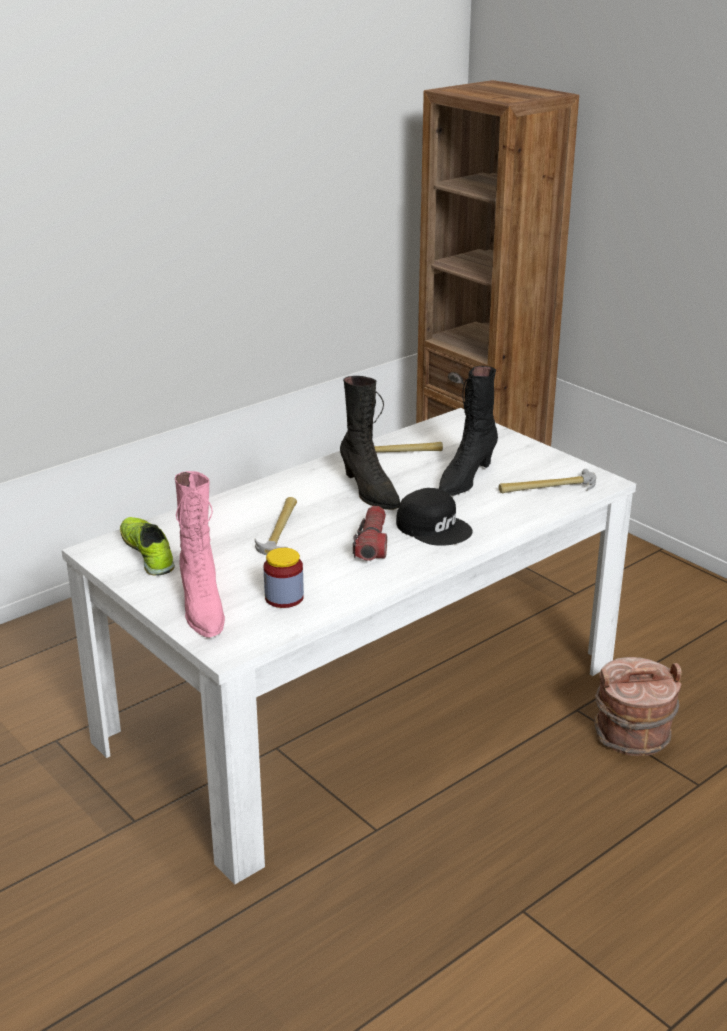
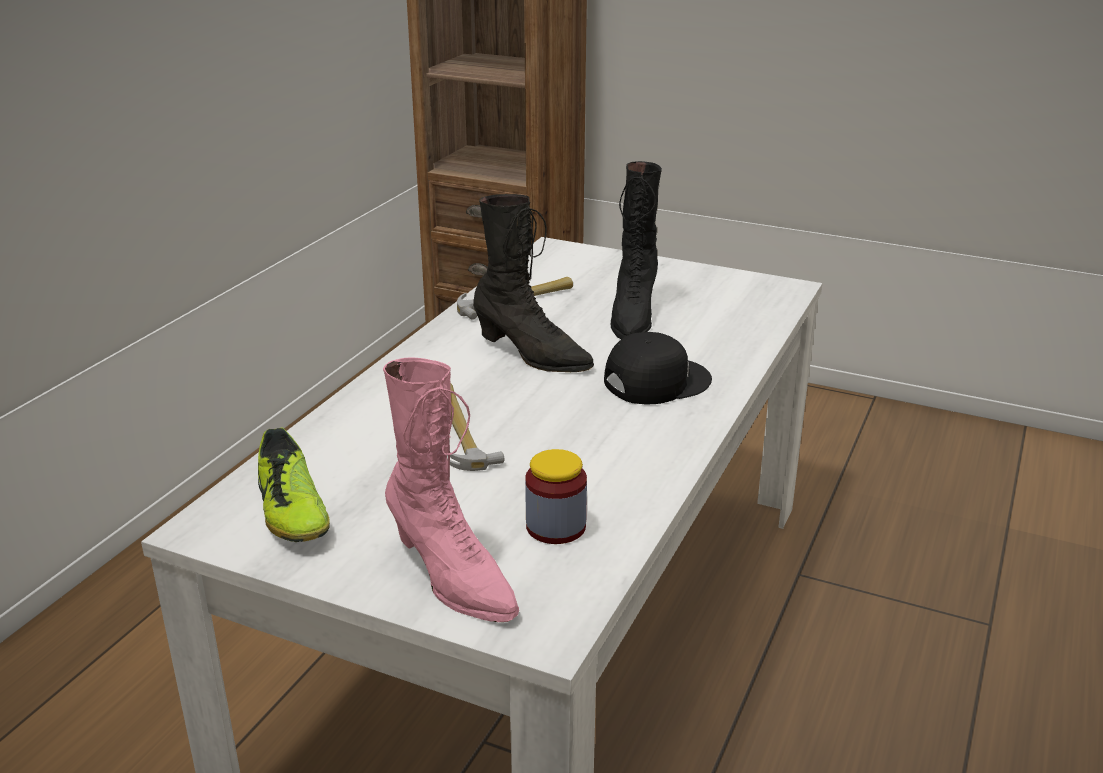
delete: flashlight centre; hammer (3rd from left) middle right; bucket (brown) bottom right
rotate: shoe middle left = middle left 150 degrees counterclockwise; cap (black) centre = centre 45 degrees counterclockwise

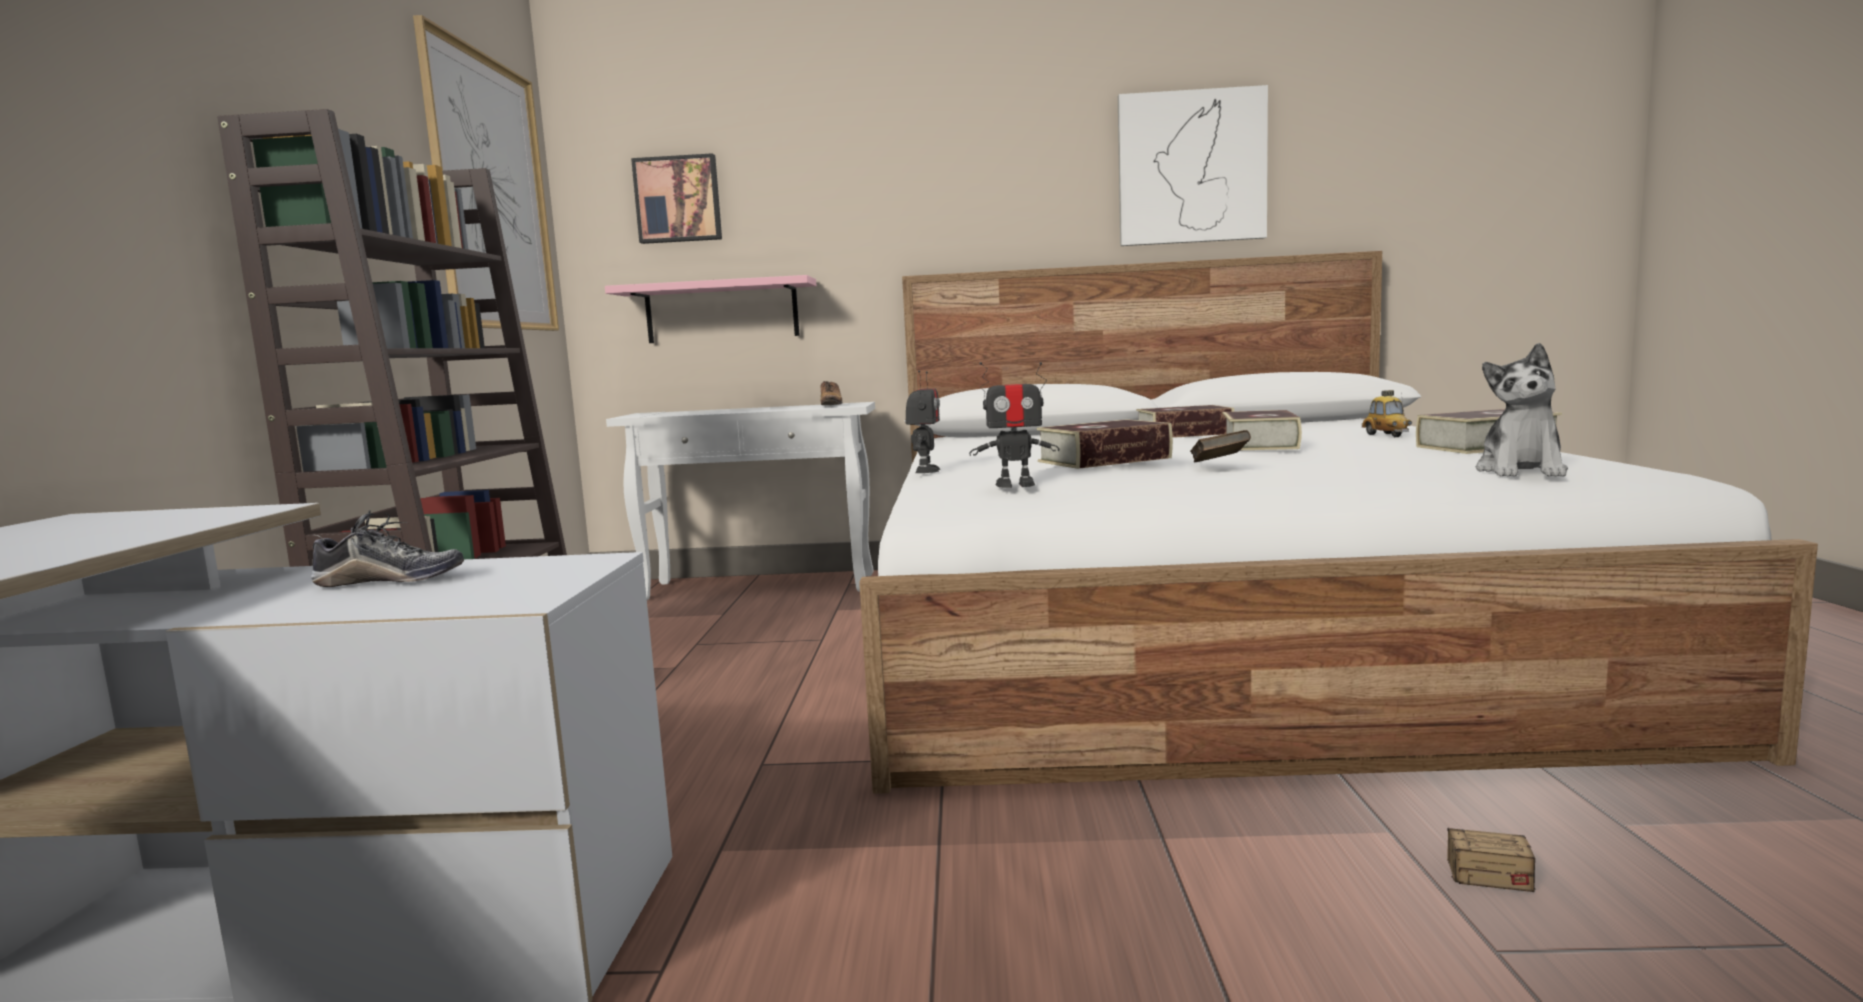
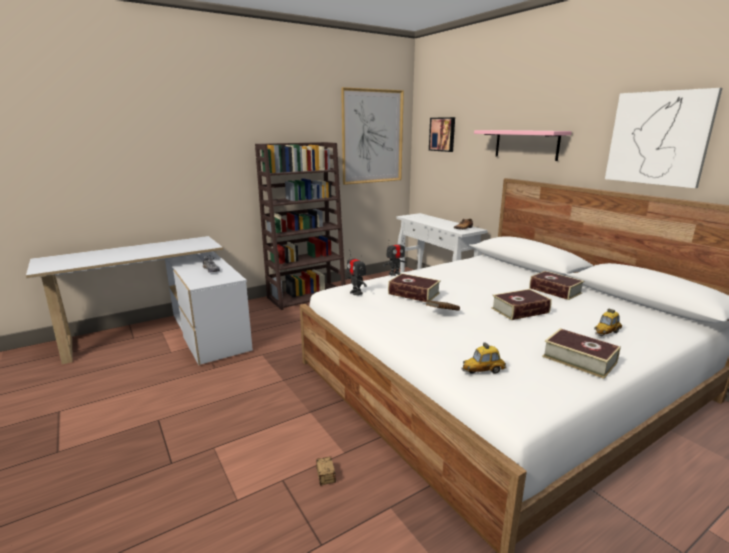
move: shelf (pink) top centre to top right
replace: plush toy middle right to toy car (1st from left) centre

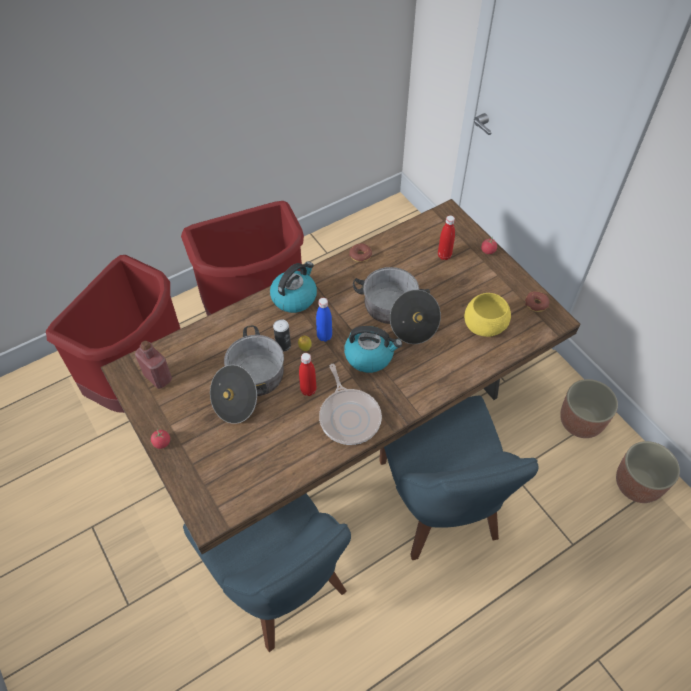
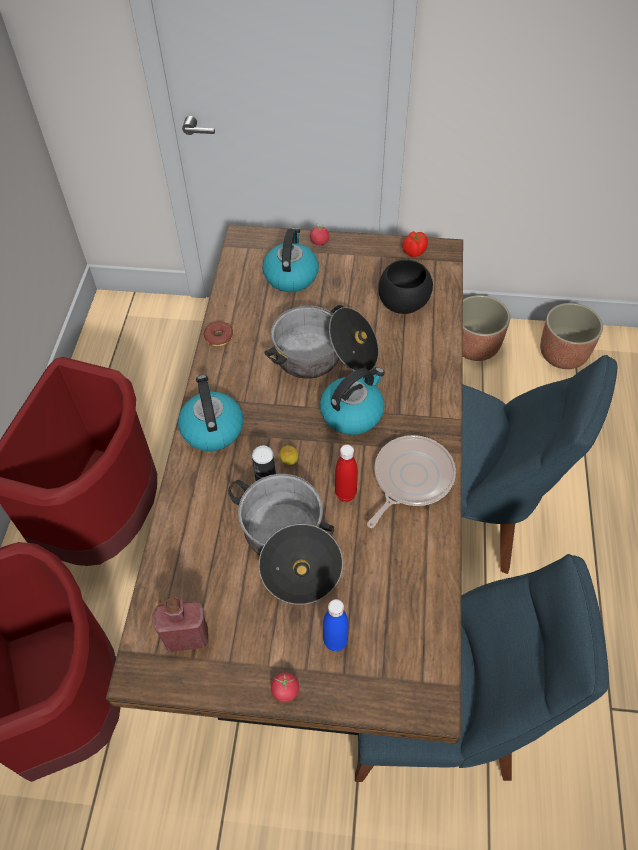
move: bottle (blue) centre to bottom centre
replace: bottle (red) (3rd from left) centre to kettle (2nd from left) top centre; donut (2nd from left) middle right to tomato (3rd from left) top centre
recolor: bowl (yellow) middle right to bowl (black) centre
rotate: frying pan centre = centre 75 degrees counterclockwise

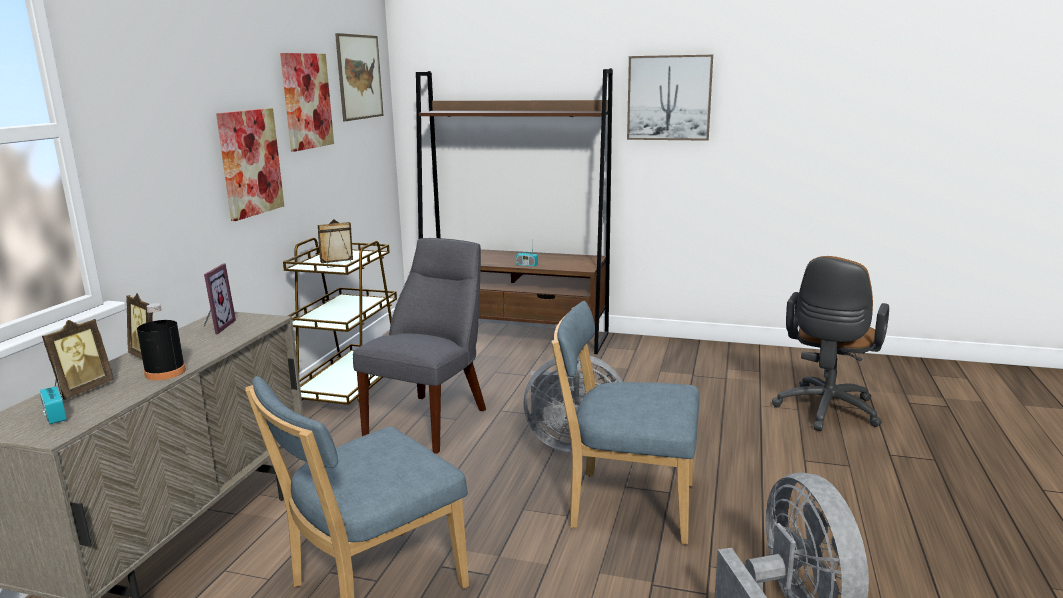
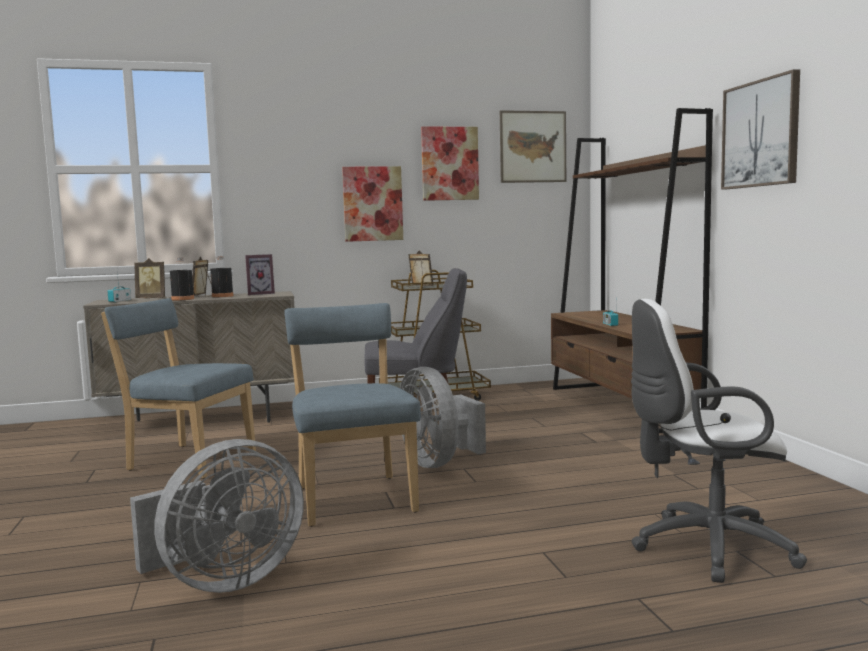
insert: bottle (black) (2nd from left) middle left
recolor: office chair (brown) middle right to office chair (white) bottom right

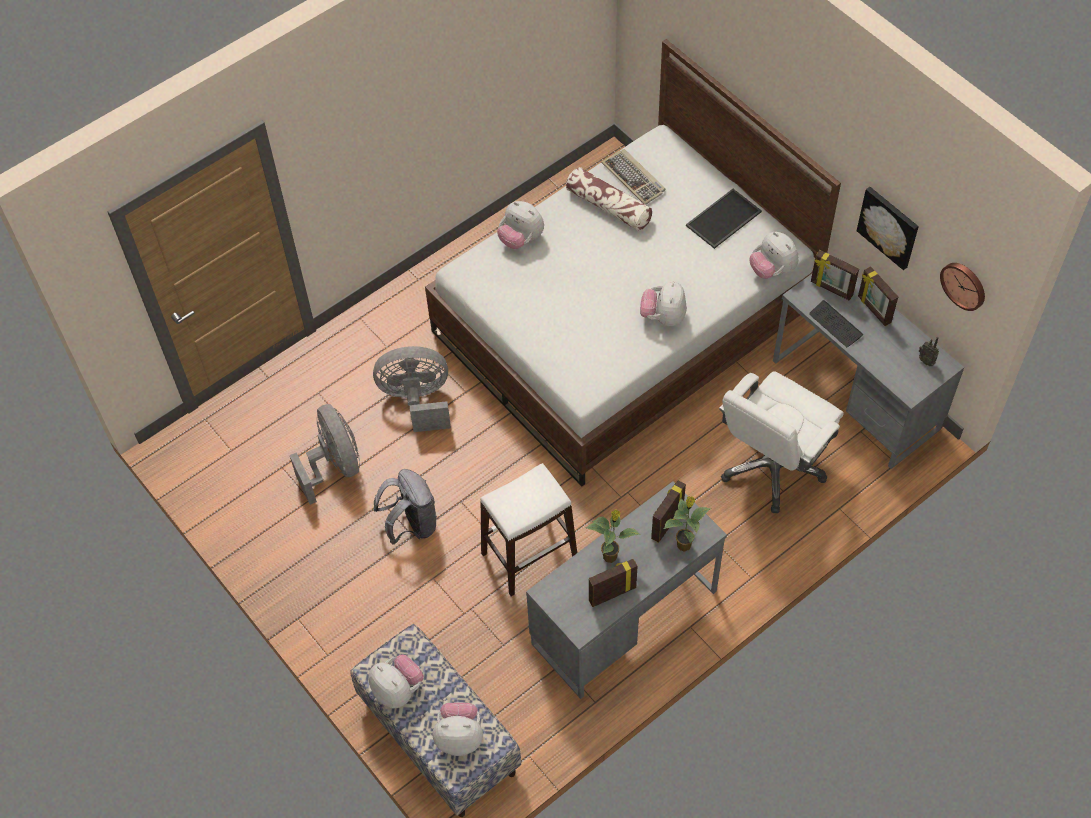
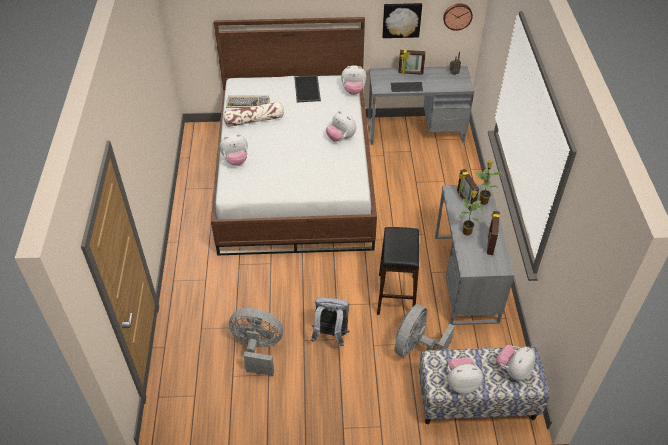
delete: office chair (white) middle right; picture frame (3rd from left) middle right
move: fan (grey) (2nd from left) centre to bottom centre
recolor: stool (white) centre to stool (black) centre

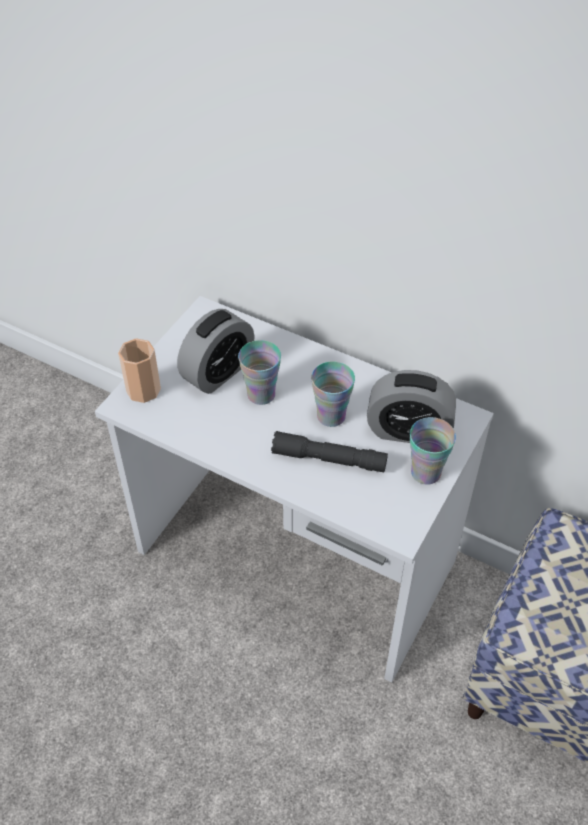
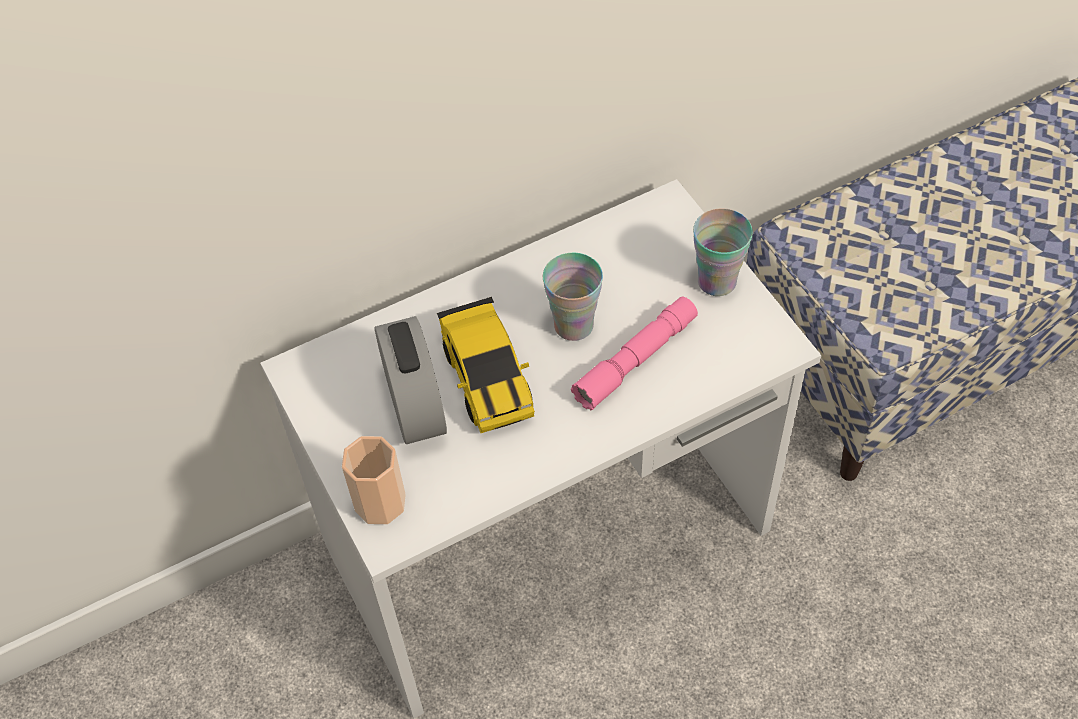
delete: alarm clock (2nd from left) middle right
replace: cup (2nd from left) centre to toy car centre
recolor: flashlight (grey) centre to flashlight (pink) centre

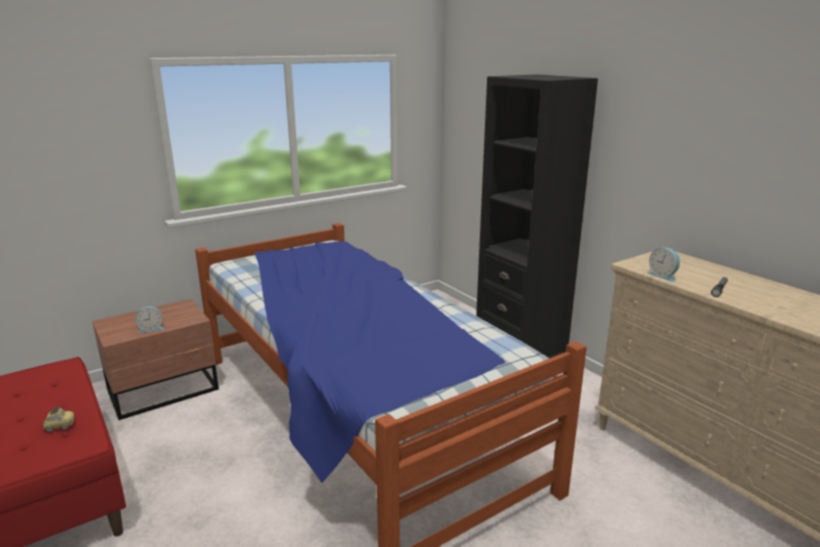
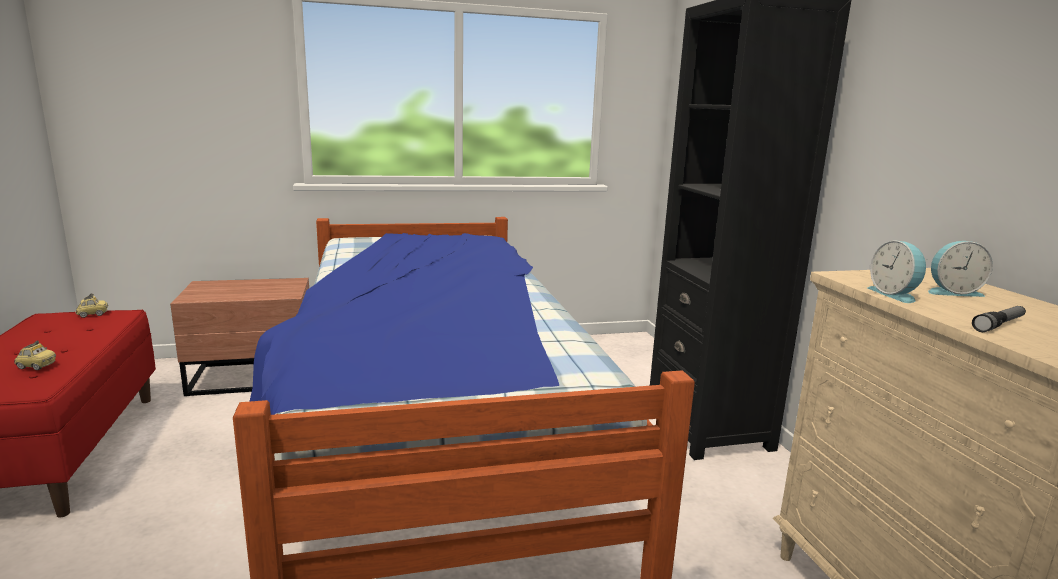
insert: toy car (2nd from left) middle left
move: alarm clock (1st from left in the first image) middle left to alarm clock (2nd from left) middle right

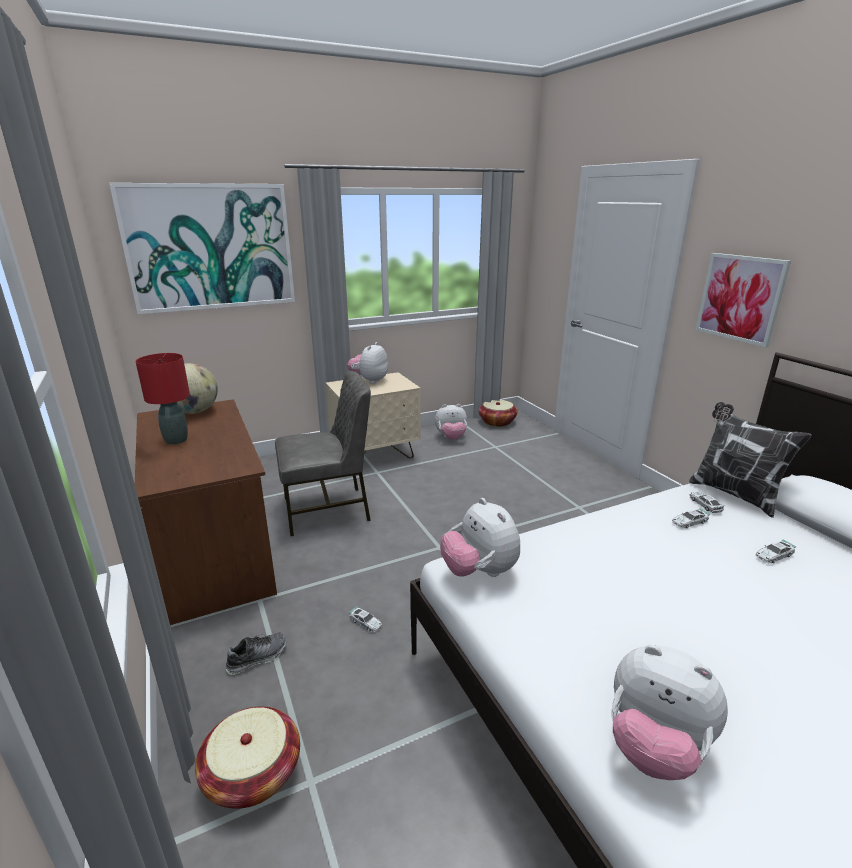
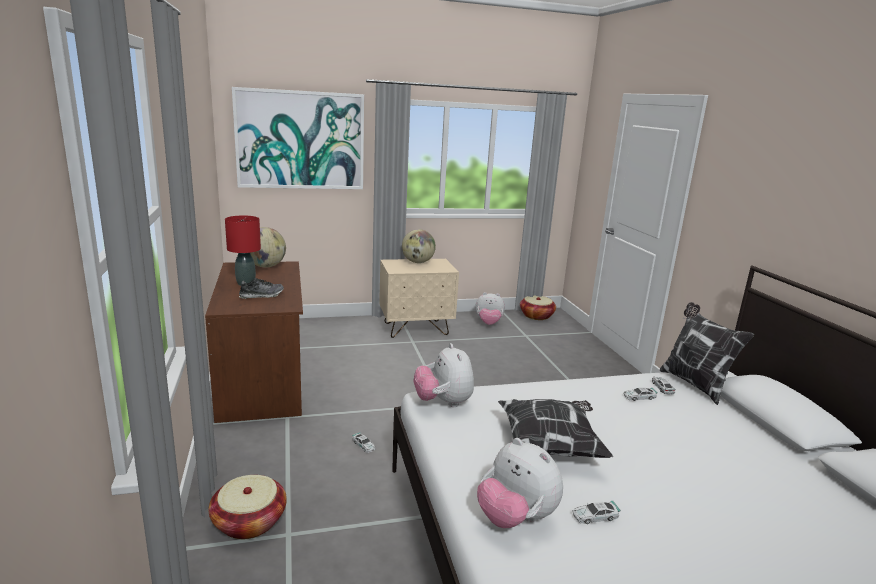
delete: chair (grey) centre; picture (2nd from left) middle right
insert: pillow (1st from left) bottom centre
move: shoe bottom left to middle left; toy car (4th from left in the first image) middle right to toy car (2nd from left) bottom right
replace: plush toy (1st from left) centre to globe (2nd from left) centre

